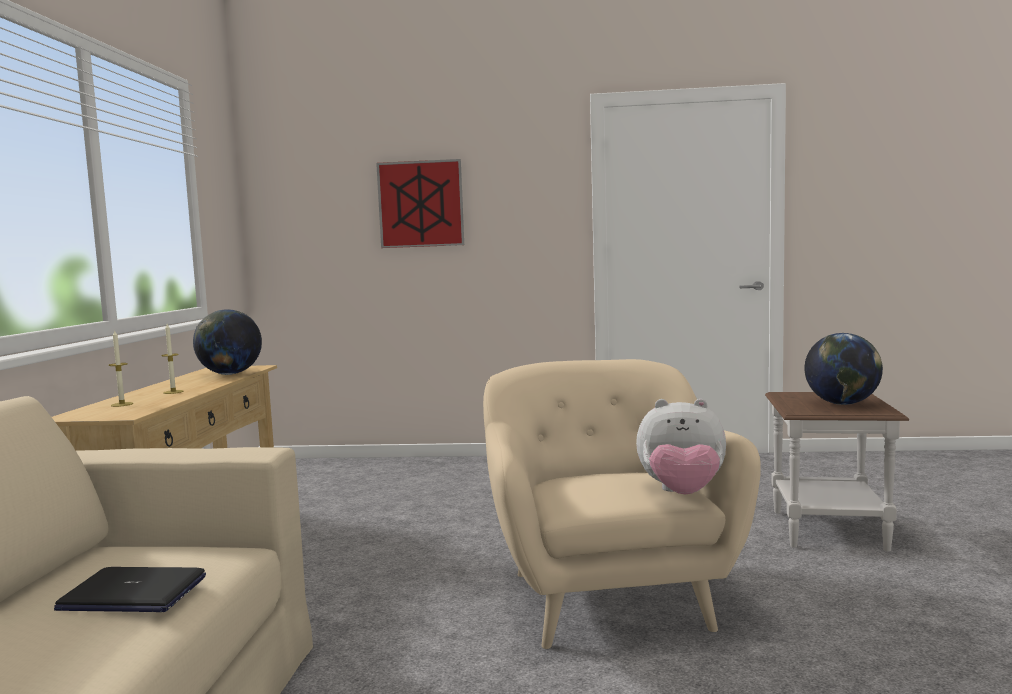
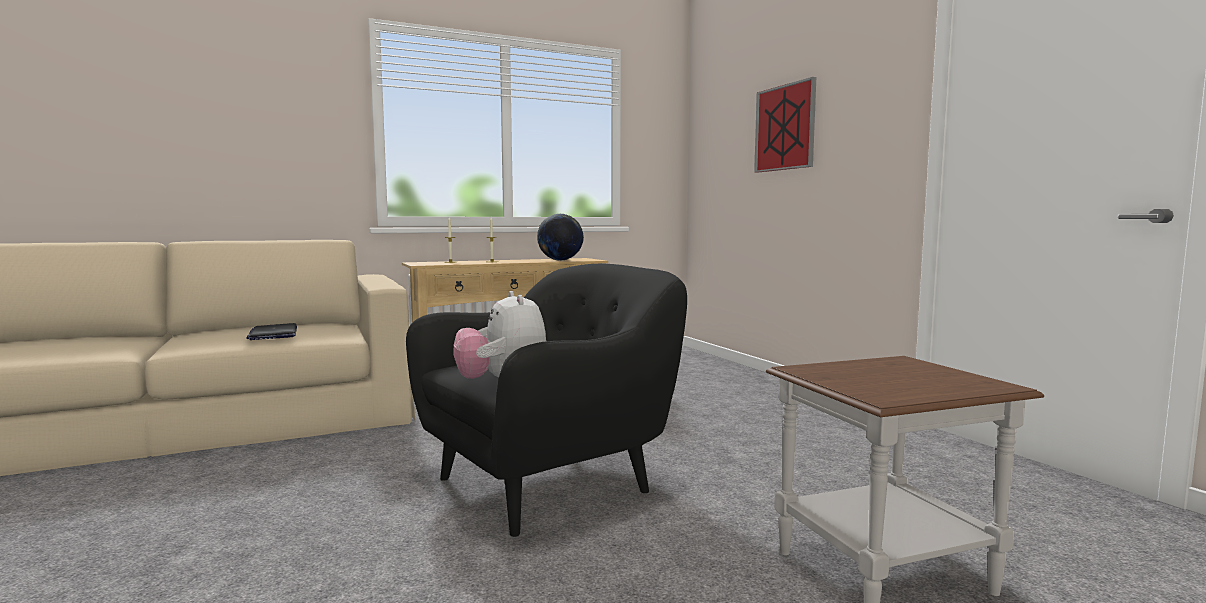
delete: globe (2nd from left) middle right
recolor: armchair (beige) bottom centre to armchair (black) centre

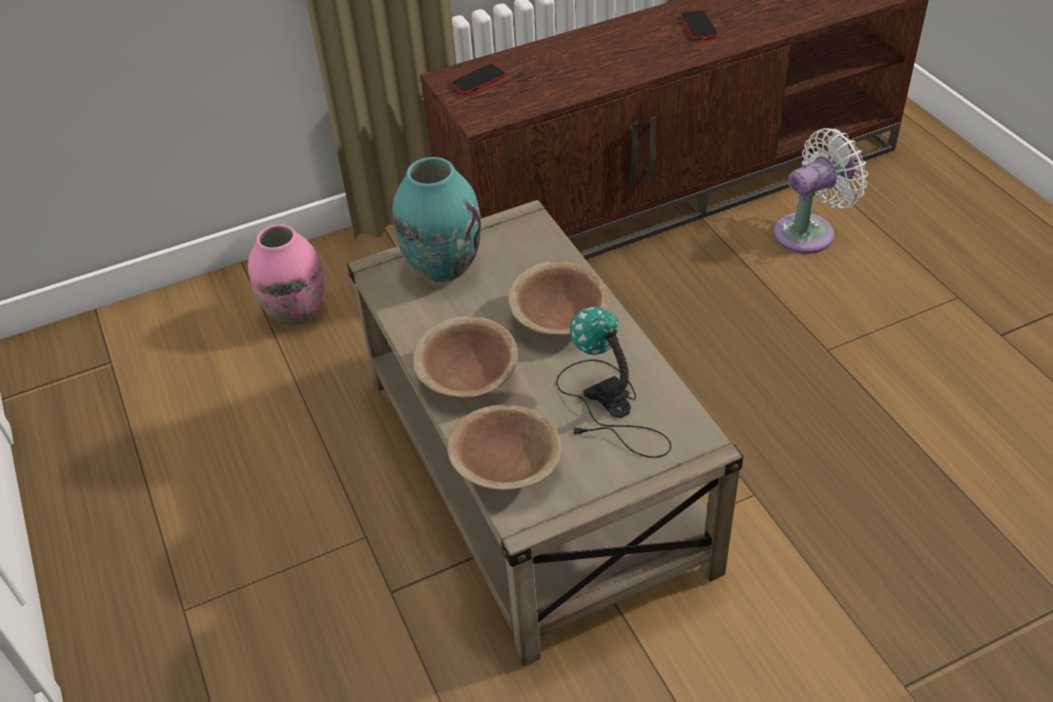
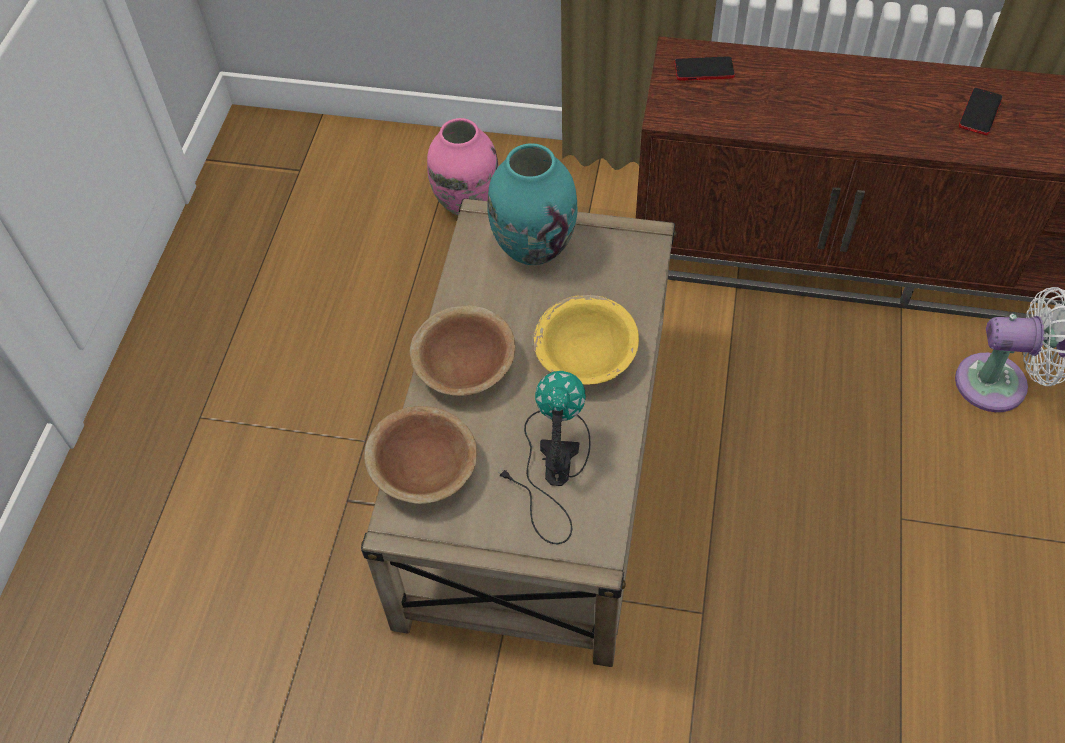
recolor: bowl (brown) (3rd from left) centre to bowl (yellow) centre

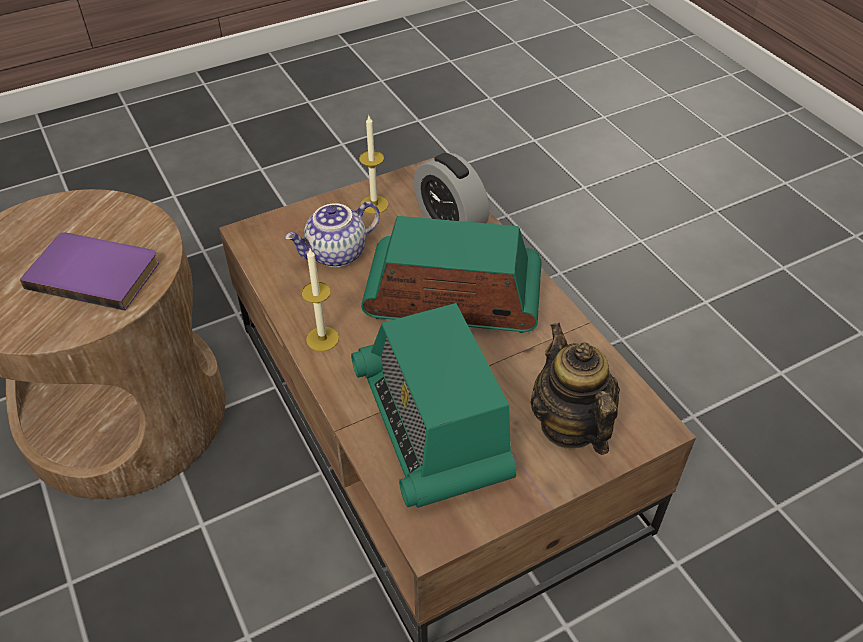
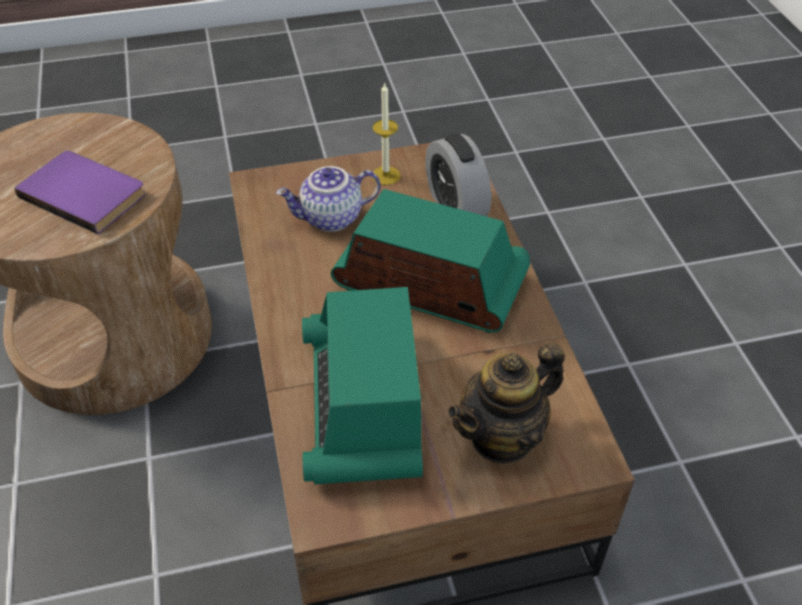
delete: candle (1st from left) centre
rotate: teapot (2nd from left) centre = bottom centre 120 degrees counterclockwise

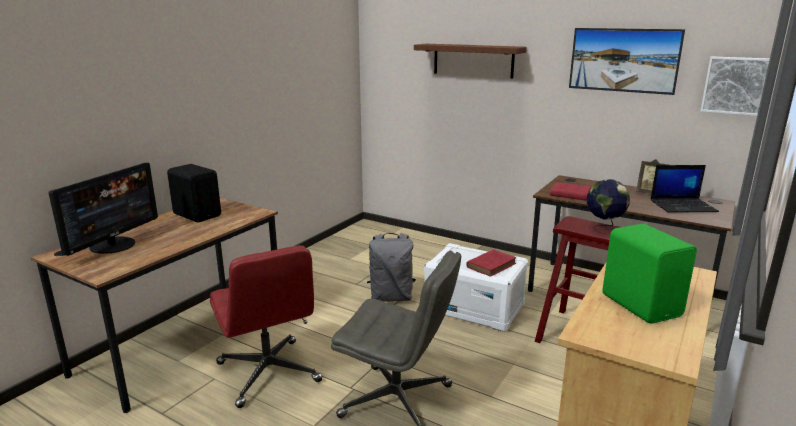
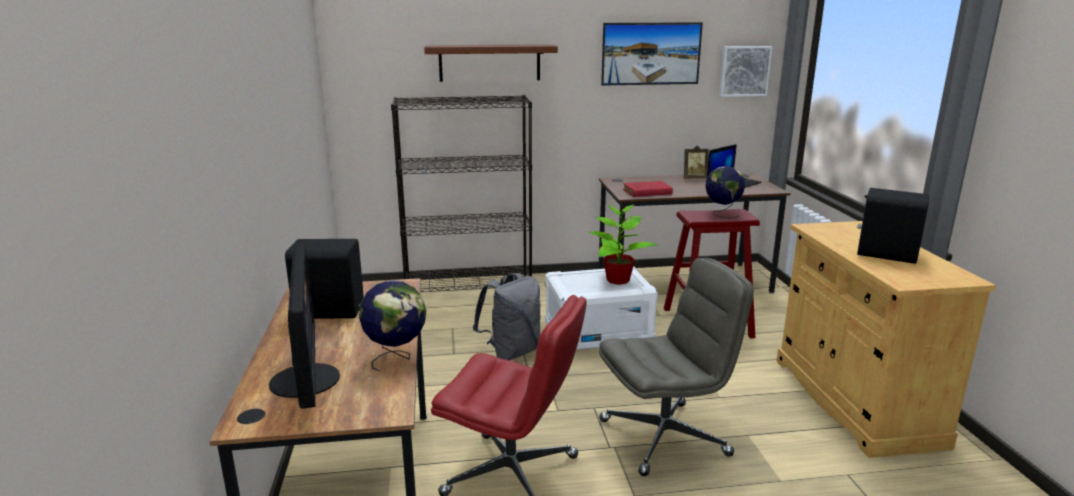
insert: globe (1st from left) centre; bookcase (black) centre
replace: book (red) (1st from left) centre to potted plant centre
recolor: speaker (green) middle right to speaker (black) (2nd from left) middle right

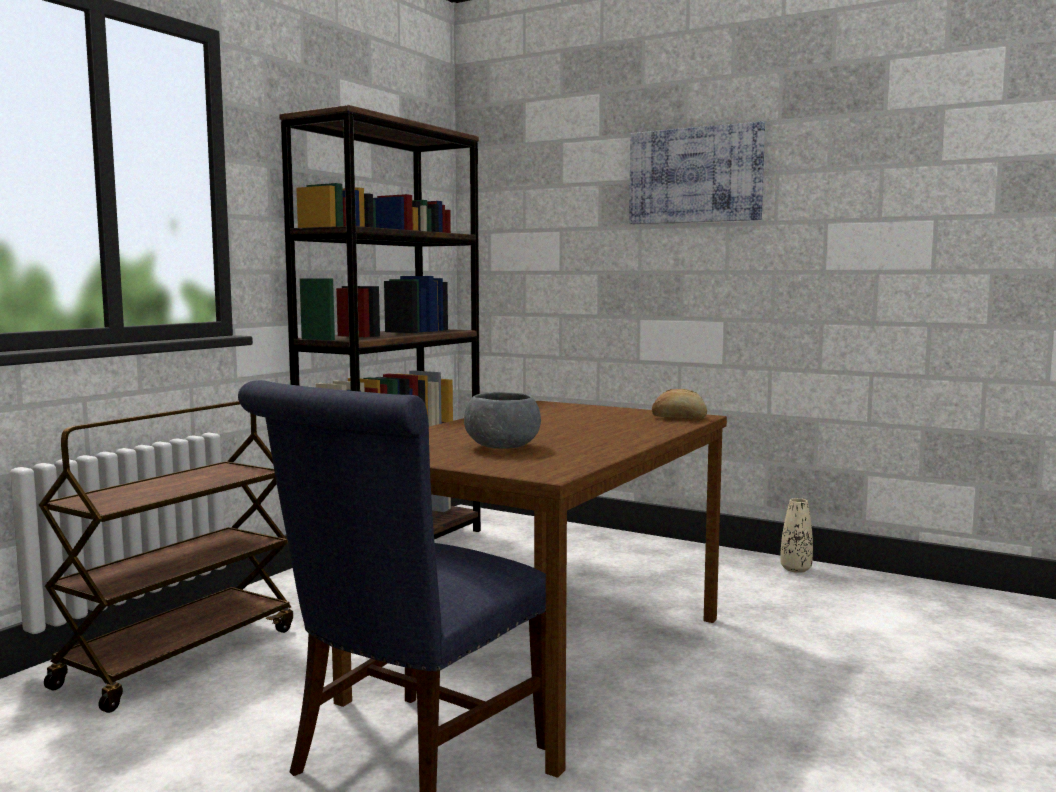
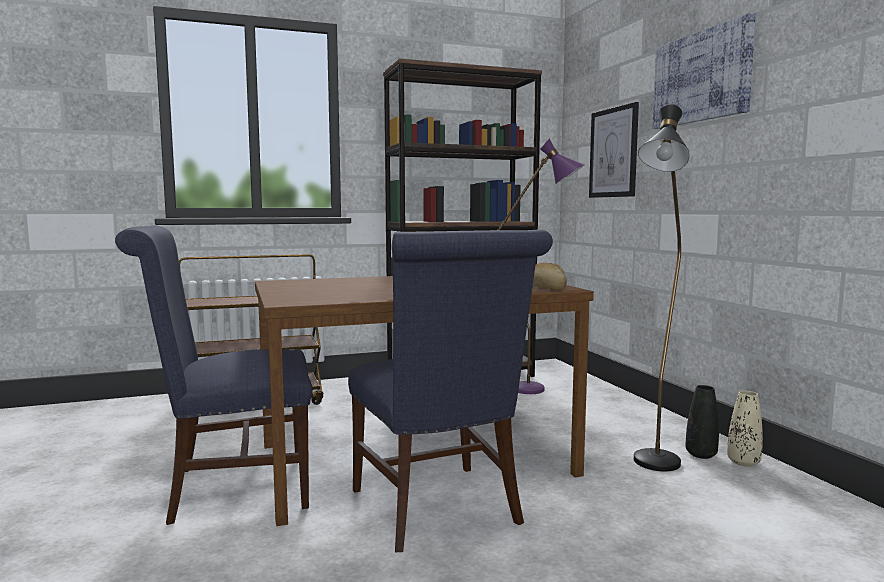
delete: bowl (grey) centre
insert: chair (blue) (2nd from left) bottom centre; floor lamp (purple) centre; picture (1st from left) top right; floor lamp (black) middle right; vase (black) bottom right

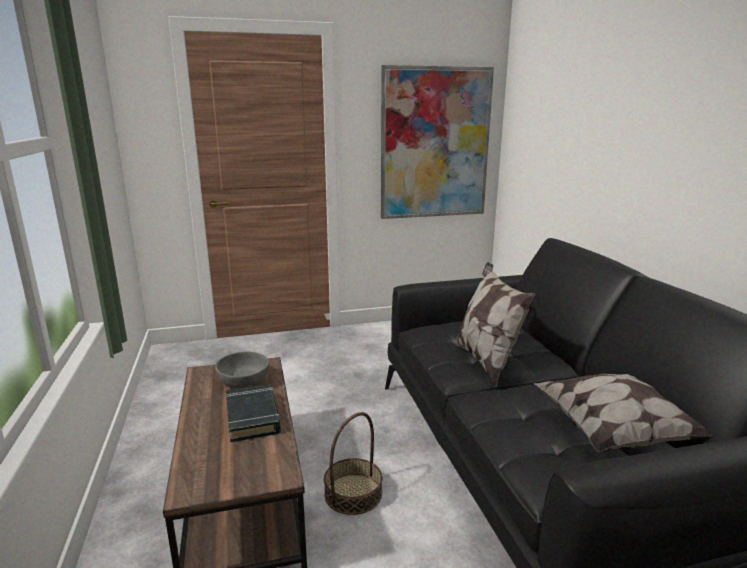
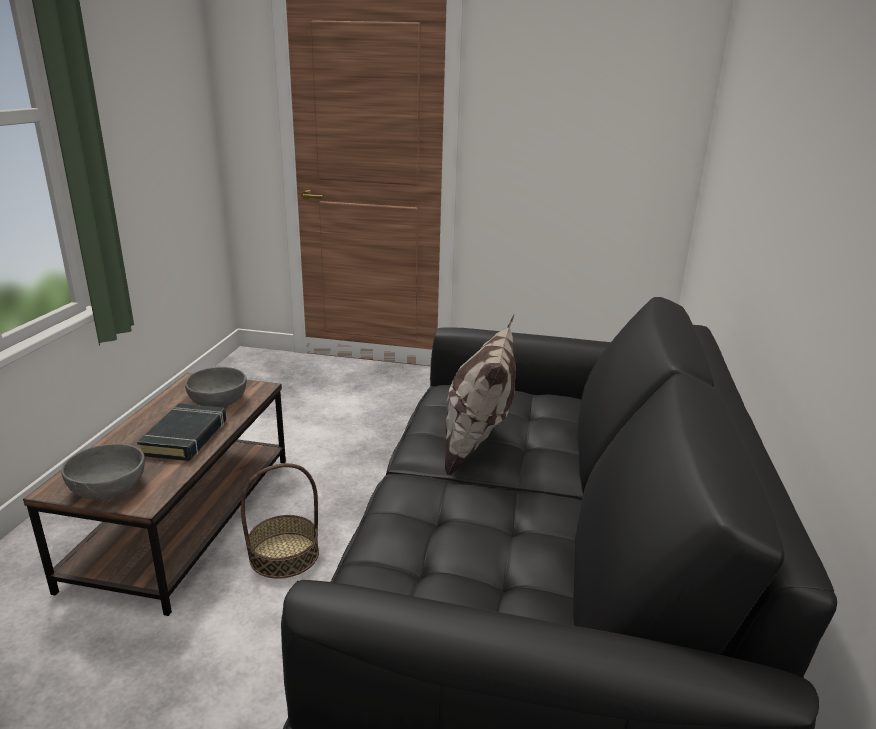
delete: picture top centre; pillow (2nd from left) bottom right
insert: bowl (grey) (1st from left) middle left

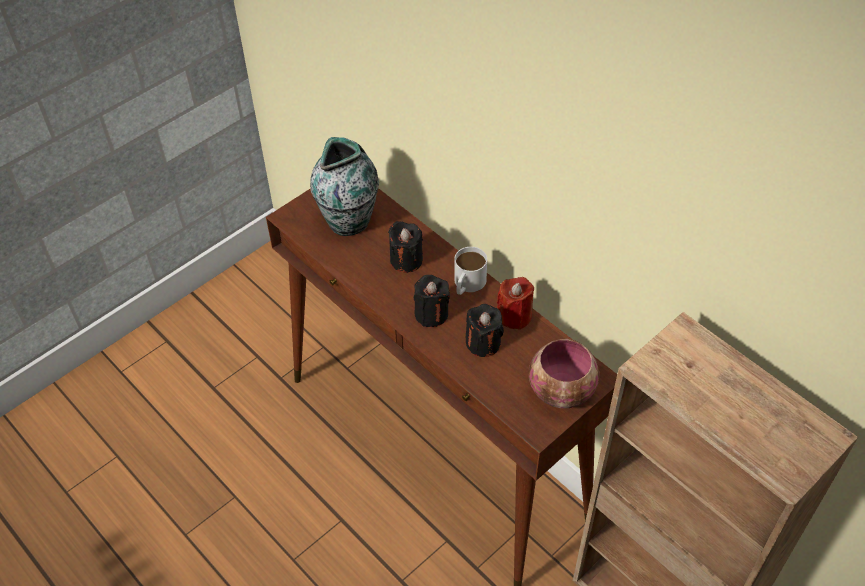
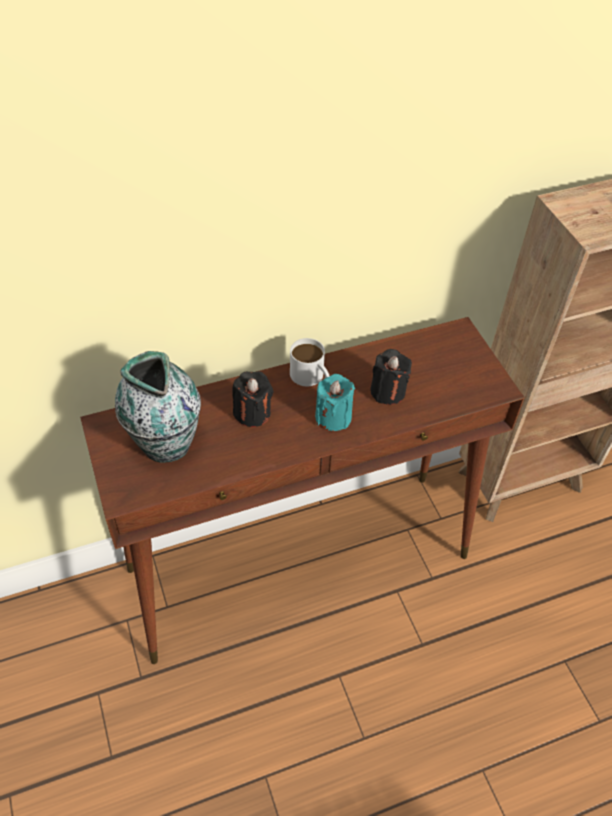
delete: candle (red) centre; bowl centre
recolor: candle (black) (2nd from left) centre to candle (turquoise) centre

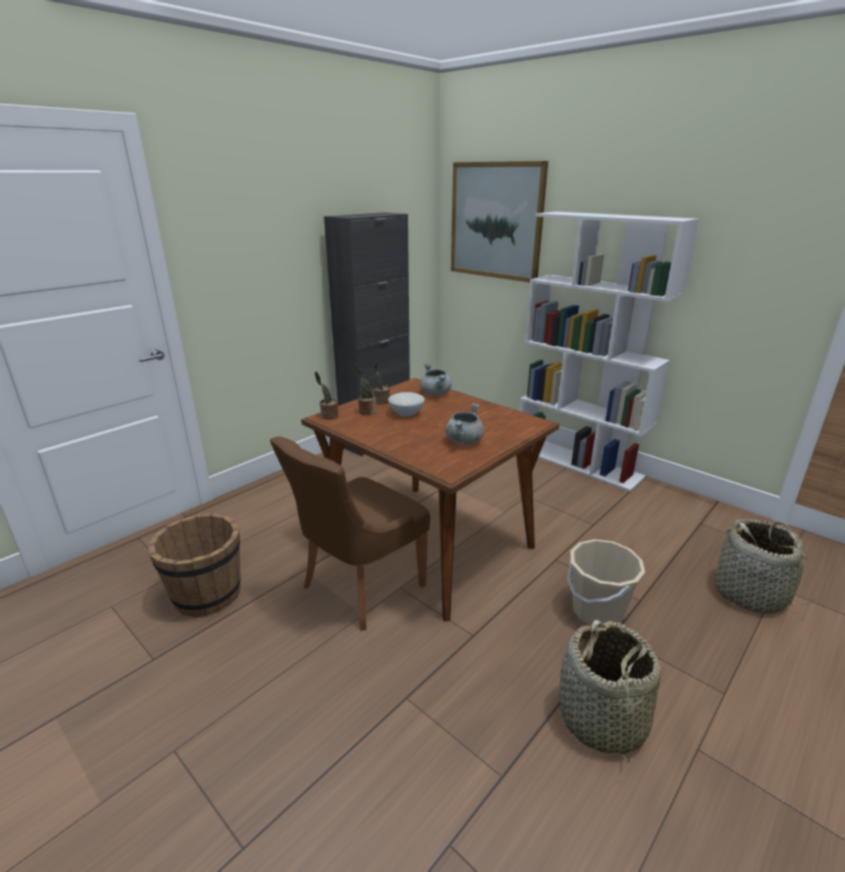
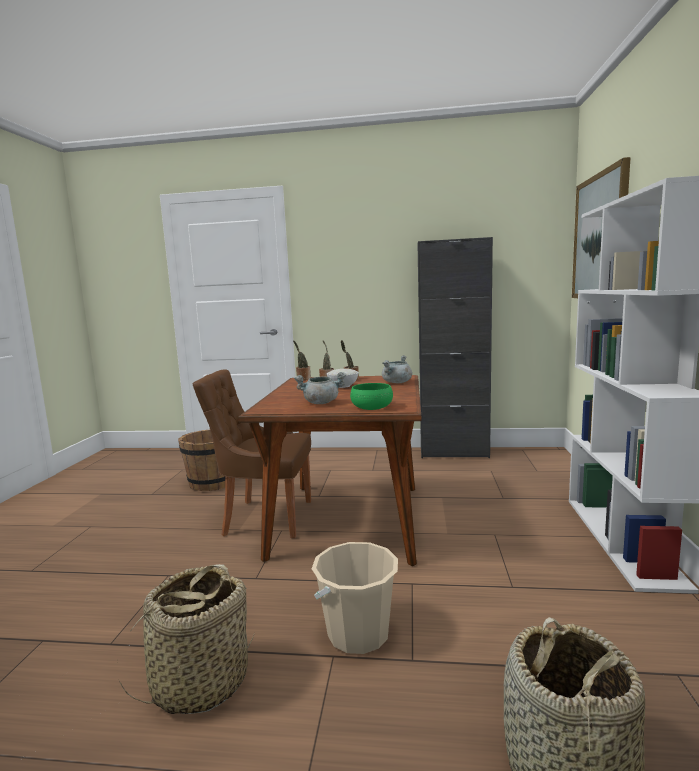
insert: bowl (green) centre

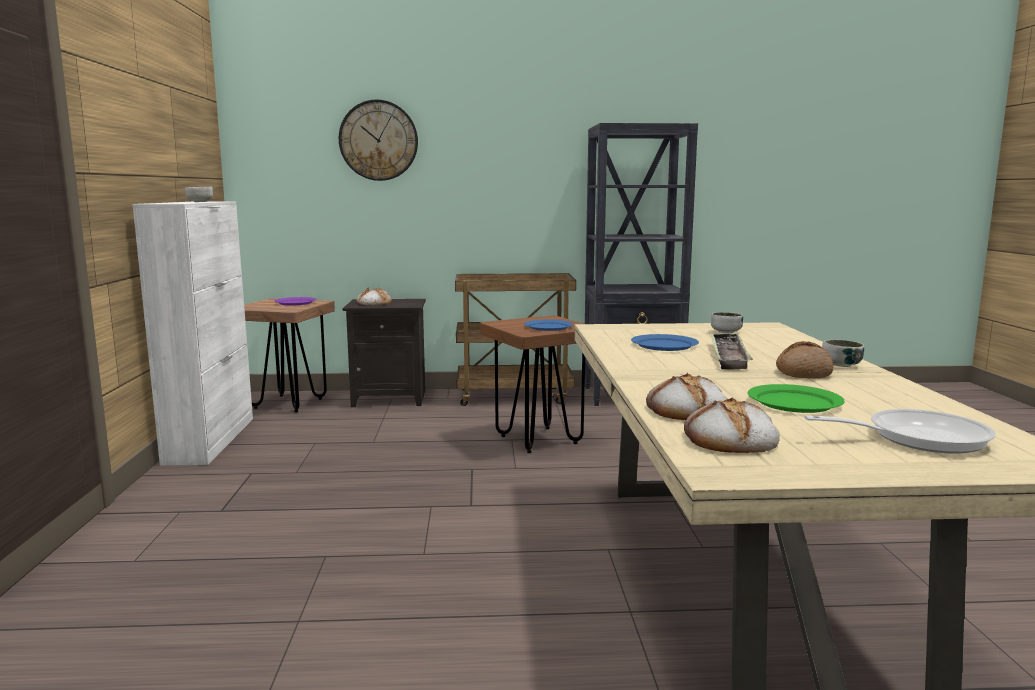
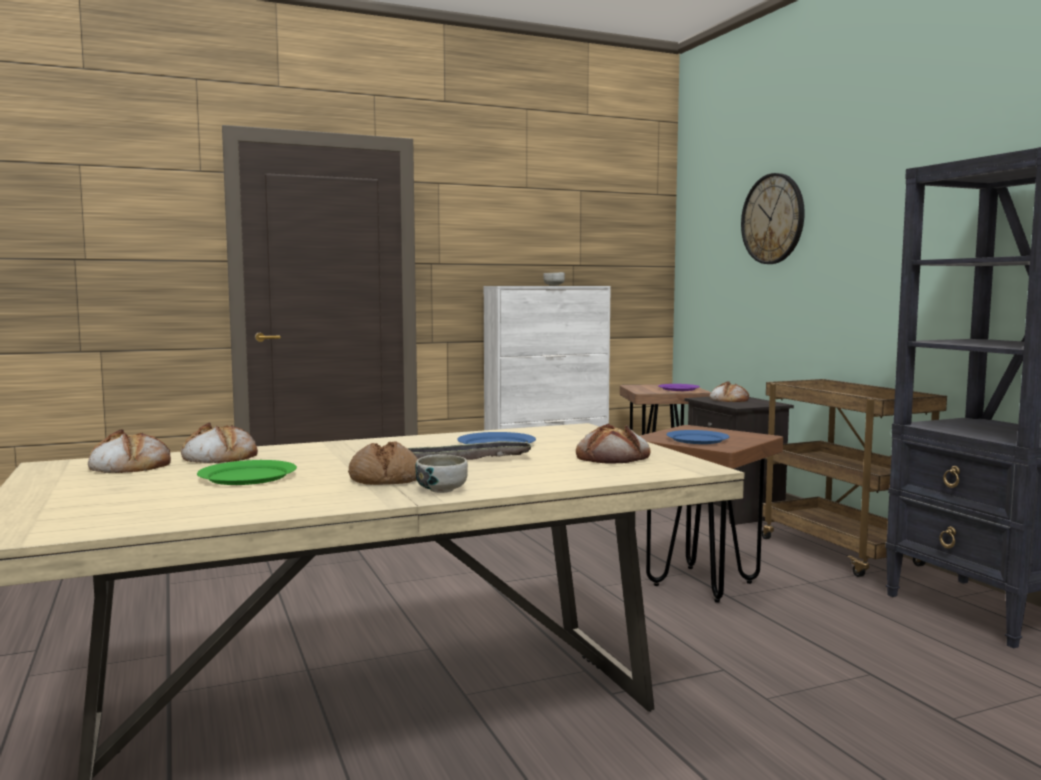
delete: frying pan middle right
replace: bowl (2nd from left) middle right to bread (4th from left) centre

